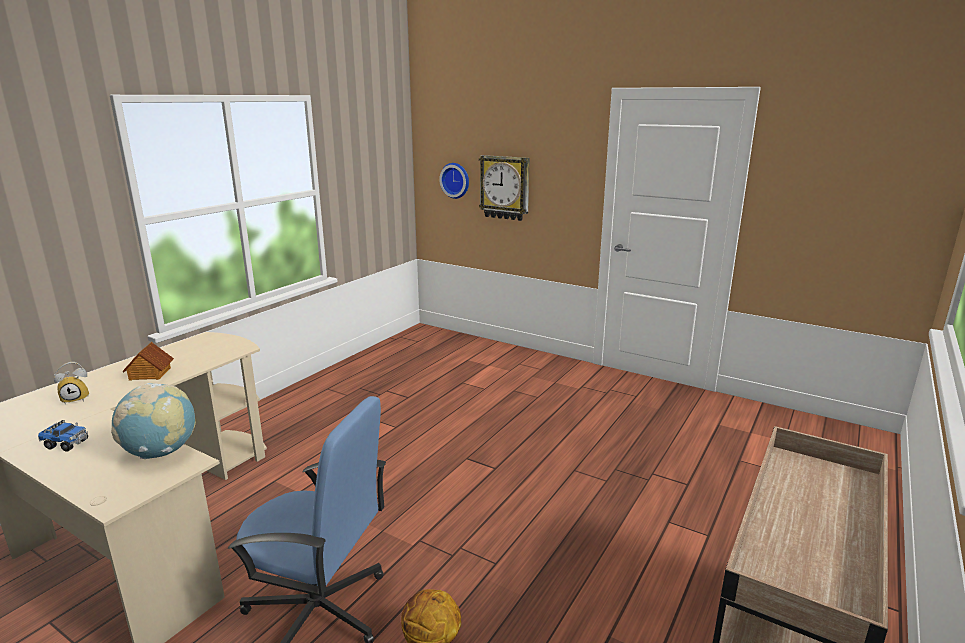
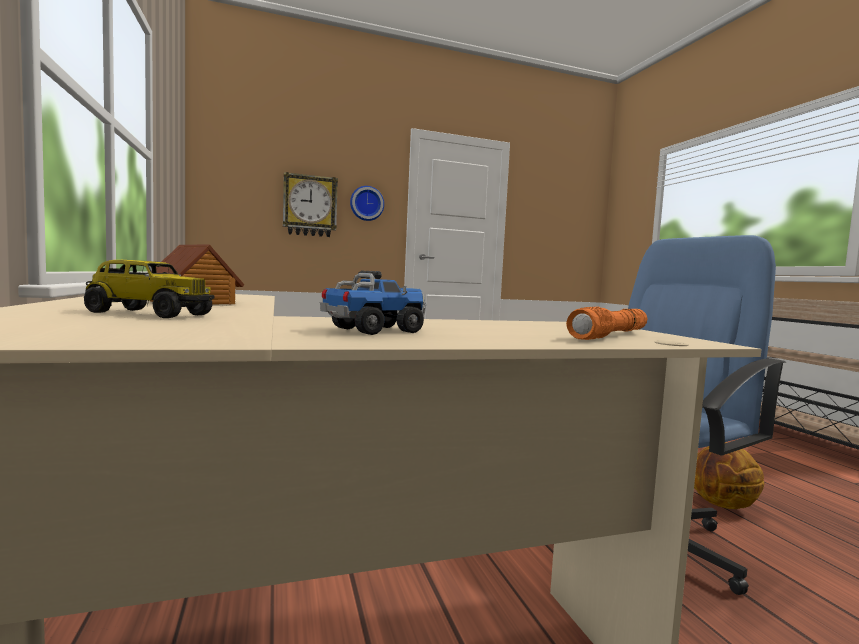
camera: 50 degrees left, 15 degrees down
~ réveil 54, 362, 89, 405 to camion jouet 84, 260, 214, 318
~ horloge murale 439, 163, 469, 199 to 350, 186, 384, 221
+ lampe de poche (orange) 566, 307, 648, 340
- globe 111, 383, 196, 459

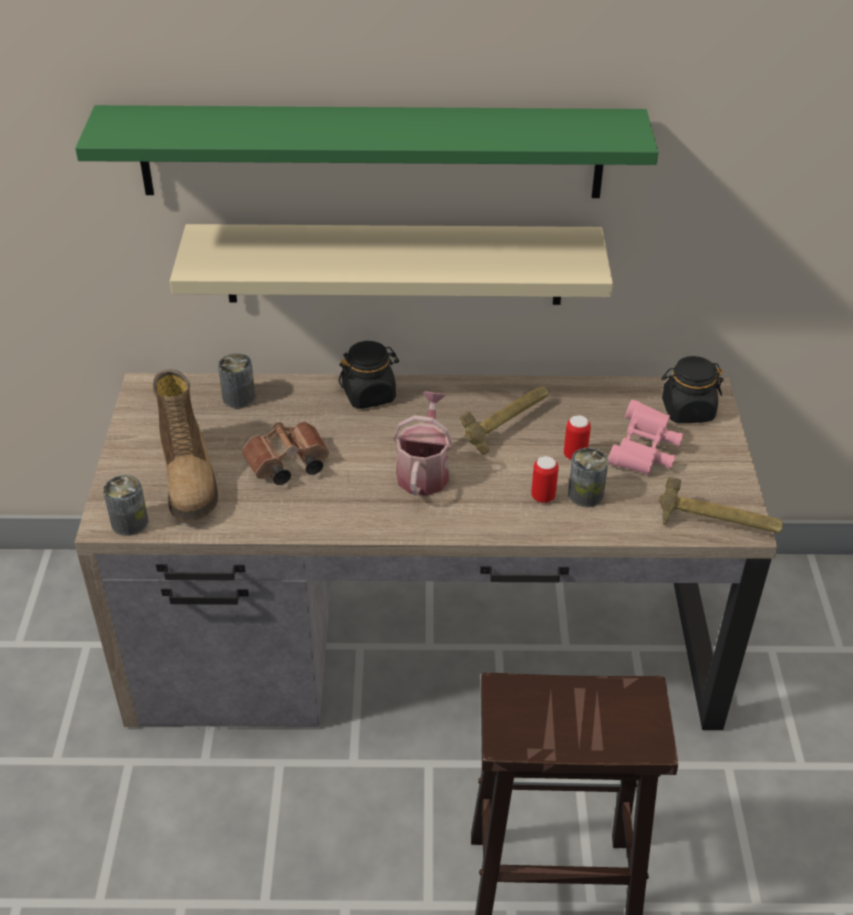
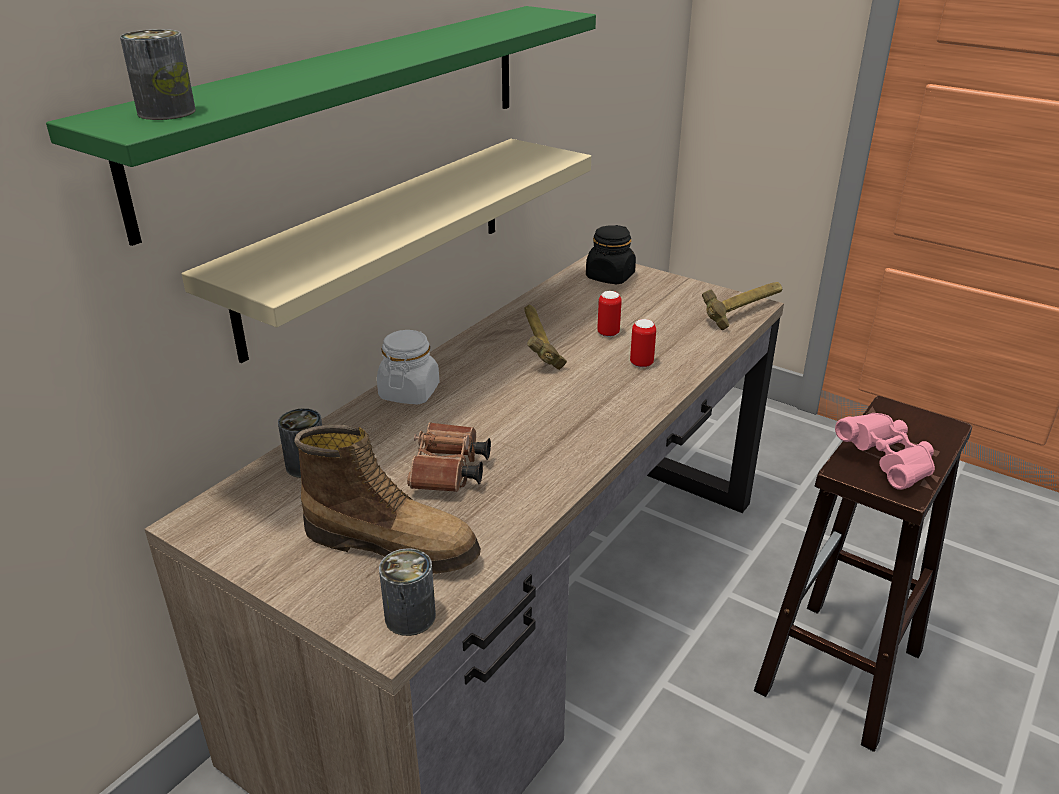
camera: 55 degrees left, 10 degrees down
~ boîte métallique 568, 447, 609, 507 to 120, 29, 196, 120
~ bocal (noir) 339, 341, 399, 409 to bocal (blanc) 377, 330, 440, 404
~ jumelles (rose) 608, 400, 684, 475 to 835, 413, 935, 490
- arrosoir 393, 392, 453, 496

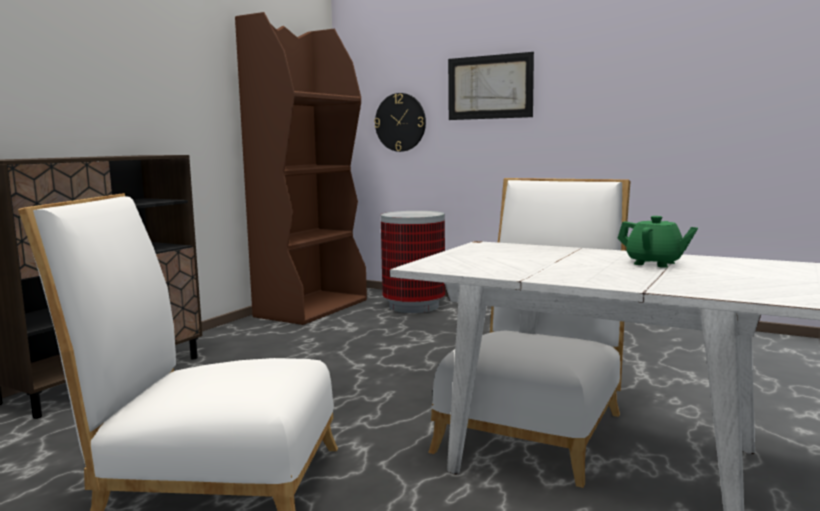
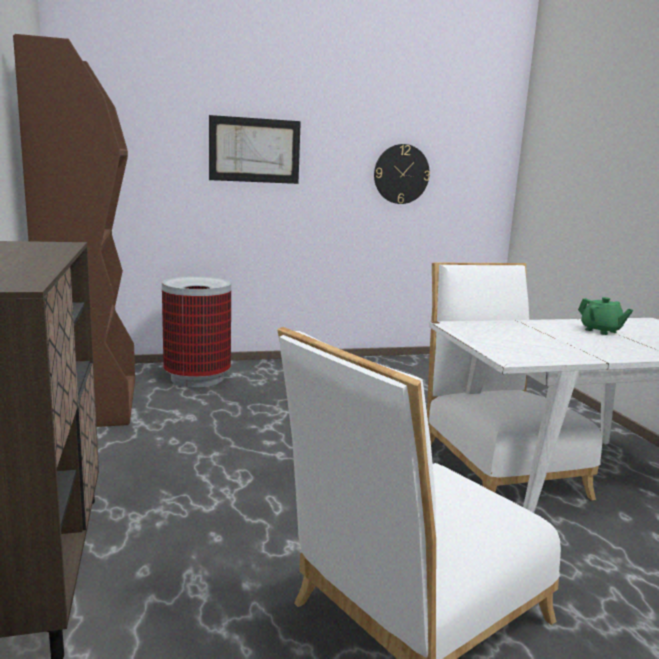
camera: 45 degrees left, 5 degrees up
~ horloge murale 374, 93, 426, 152 to 374, 144, 430, 204
~ théière (vert) 617, 216, 698, 268 = 578, 297, 633, 335 60 degrees clockwise

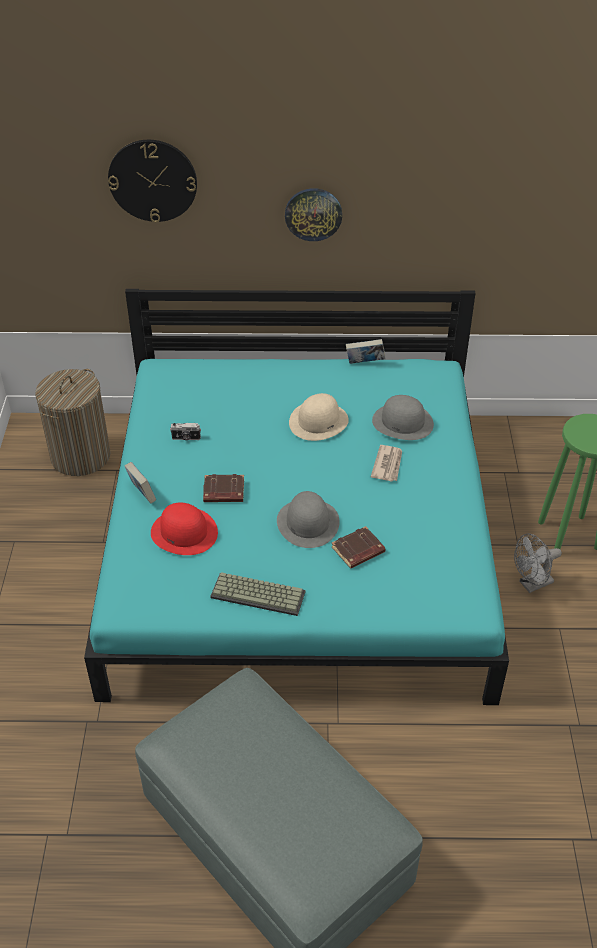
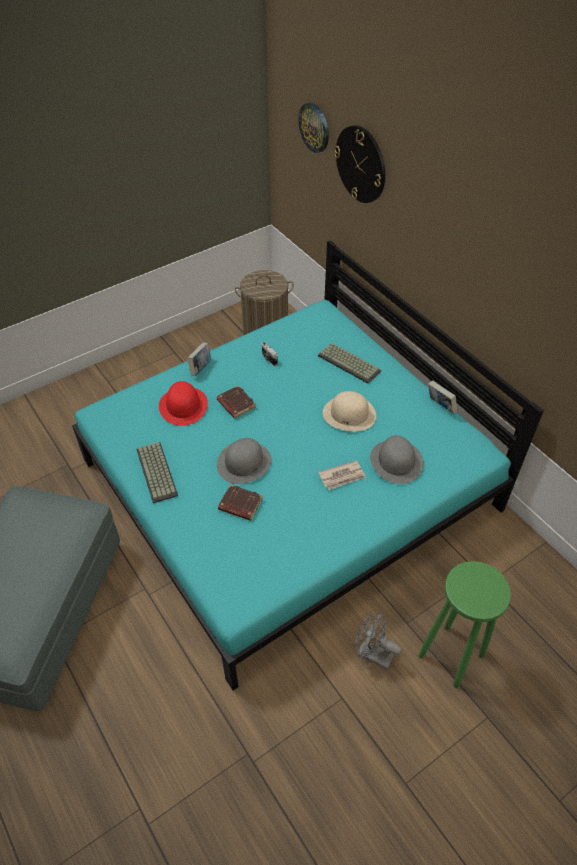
camera: 55 degrees right, 5 degrees up
~ horloge murale 285, 188, 342, 241 to 298, 102, 329, 153
+ clavier 318, 343, 381, 384

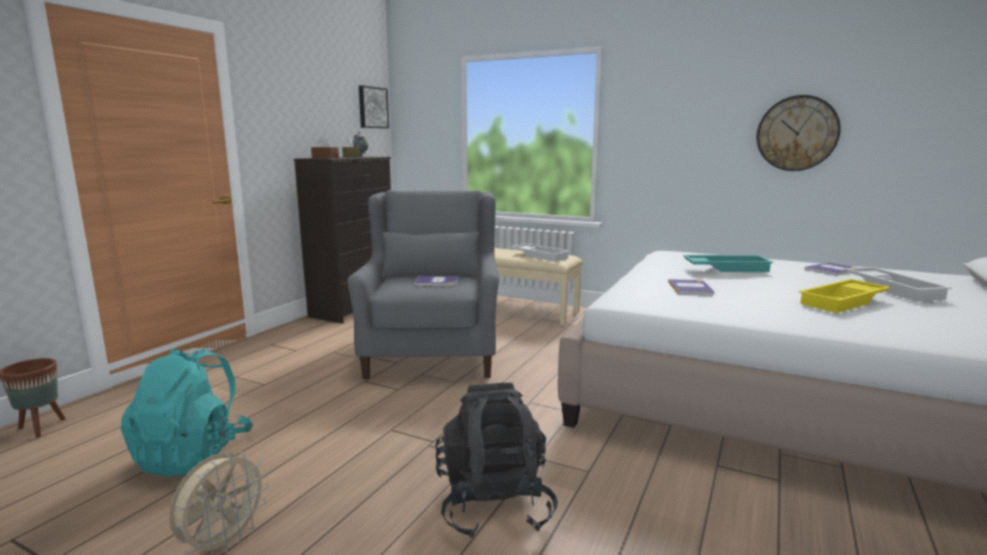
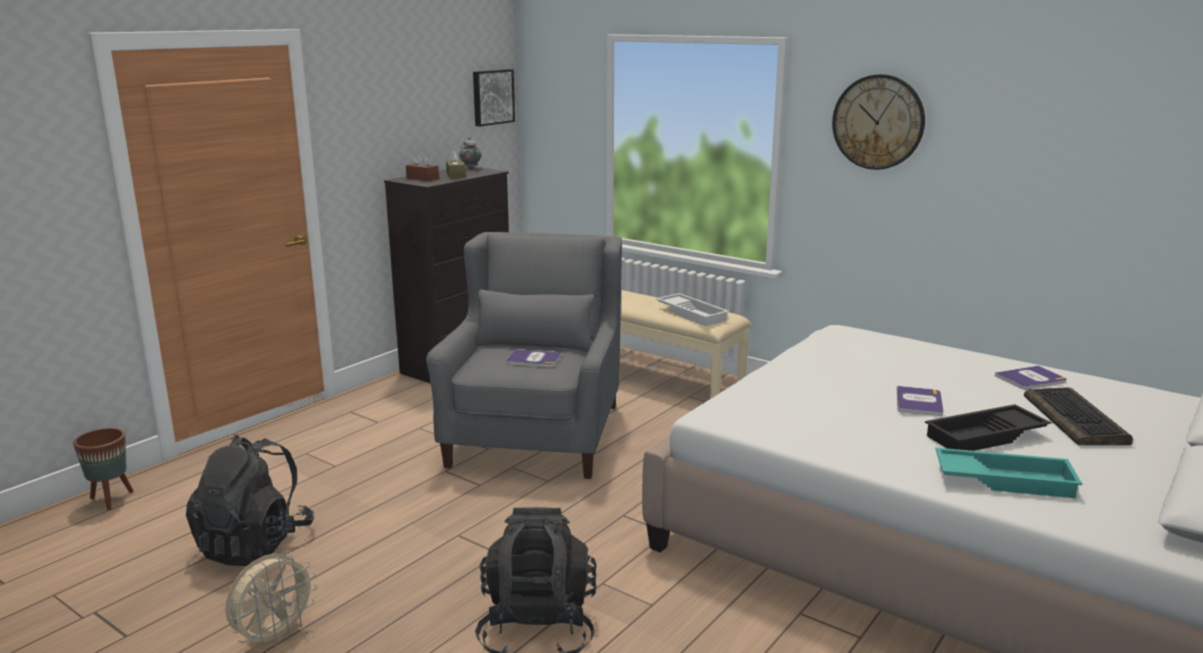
camera: 10 degrees right, 5 degrees up
~ sac à dos (turquoise) 121, 348, 253, 476 to sac à dos (noir) 186, 435, 314, 566
~ horloge murale 757, 95, 841, 171 to 832, 74, 925, 170
~ livre 668, 279, 714, 295 to 897, 386, 944, 416
~ plateau (jaune) 799, 279, 891, 313 to plateau (noir) 925, 404, 1051, 451
~ plateau (turquoise) 683, 255, 773, 272 to 936, 448, 1082, 498
~ plateau (blanc) 844, 267, 952, 302 to clavier 1024, 387, 1133, 445

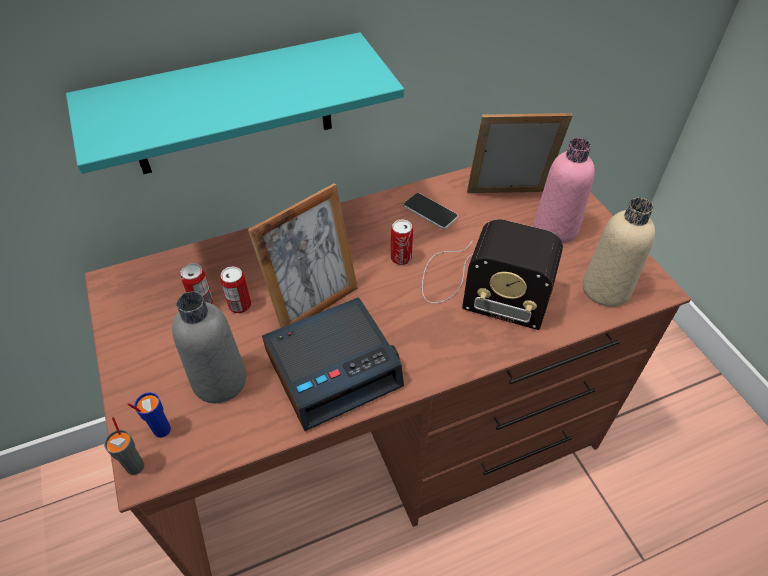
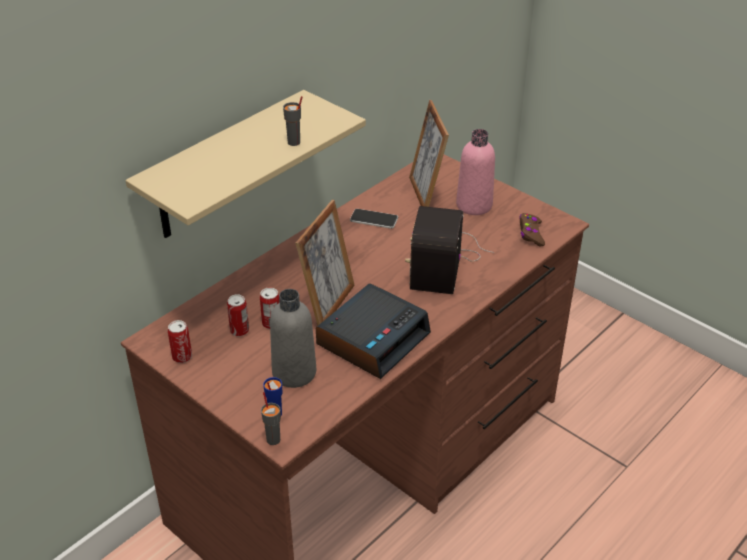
camera: 25 degrees left, 10 degrees down
~ étagère (turquoise) 66, 32, 404, 174 to étagère (beige) 125, 90, 366, 238
~ boîte métallique 391, 219, 413, 265 to 168, 320, 192, 363
+ tasse (gris) 283, 96, 302, 146
~ radio 422, 219, 563, 330 = 405, 206, 494, 294 105 degrees clockwise
~ cadre photo 467, 113, 572, 193 = 409, 100, 449, 207 75 degrees counterclockwise
~ bouteille (beige) 583, 198, 655, 307 to manette (marron) 519, 213, 545, 246

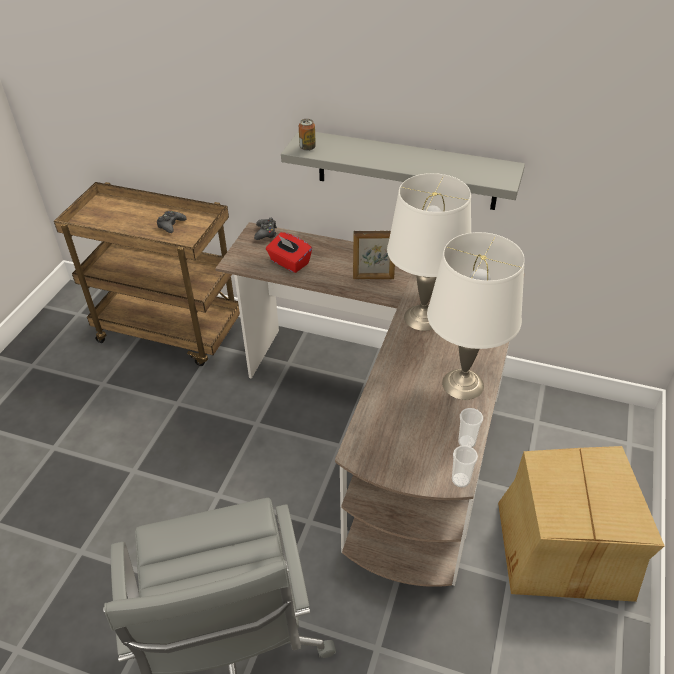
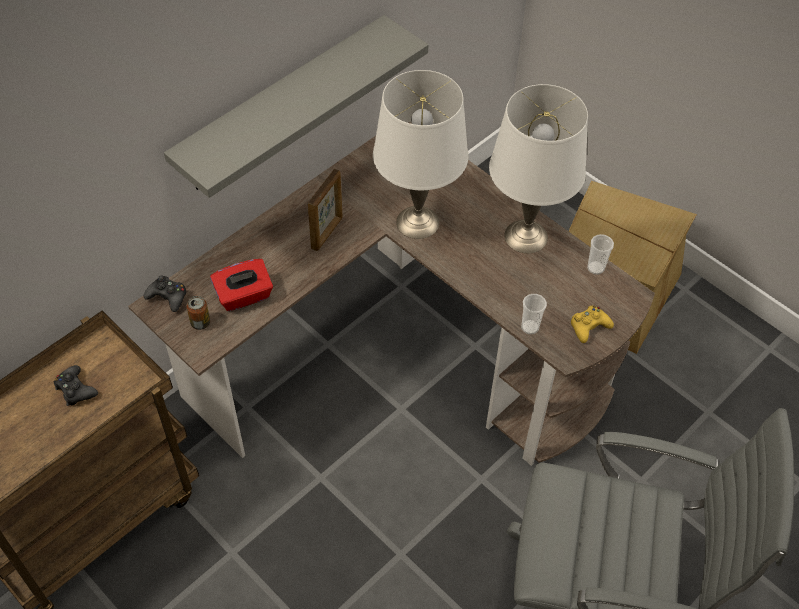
camera: 65 degrees left, 10 degrees up
~ boîte métallique 299, 119, 316, 151 to 187, 296, 210, 330
~ tasse 452, 445, 478, 487 to 521, 294, 547, 334
+ manette (jaune) 571, 306, 614, 343

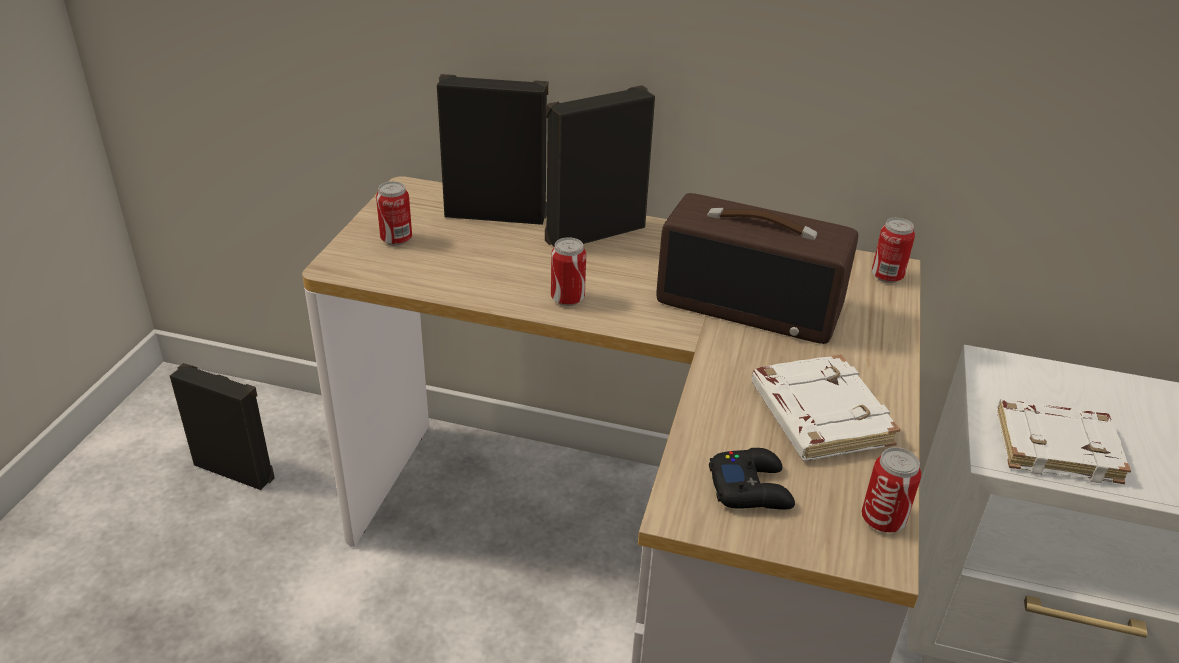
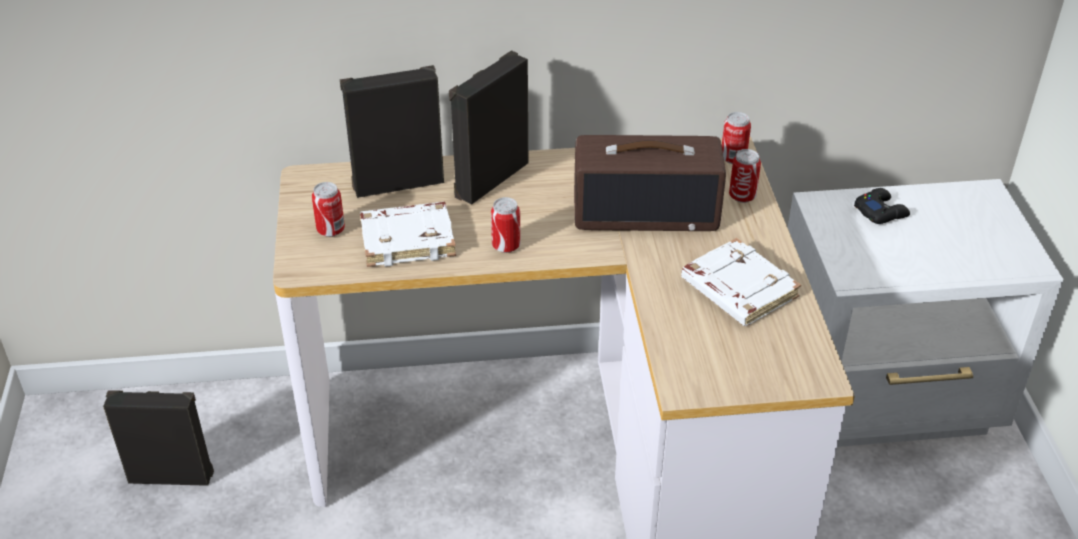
camera: 20 degrees left, 5 degrees up
~ livre (blanc) 997, 399, 1131, 484 to 360, 202, 456, 267
~ boîte métallique 862, 447, 921, 533 to 729, 149, 761, 203
~ manette (noir) 709, 448, 795, 510 to 854, 188, 910, 224

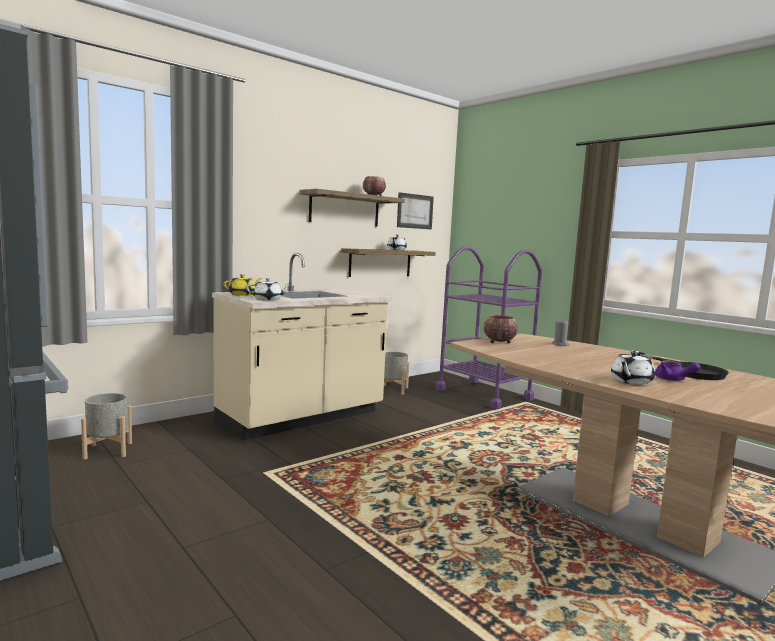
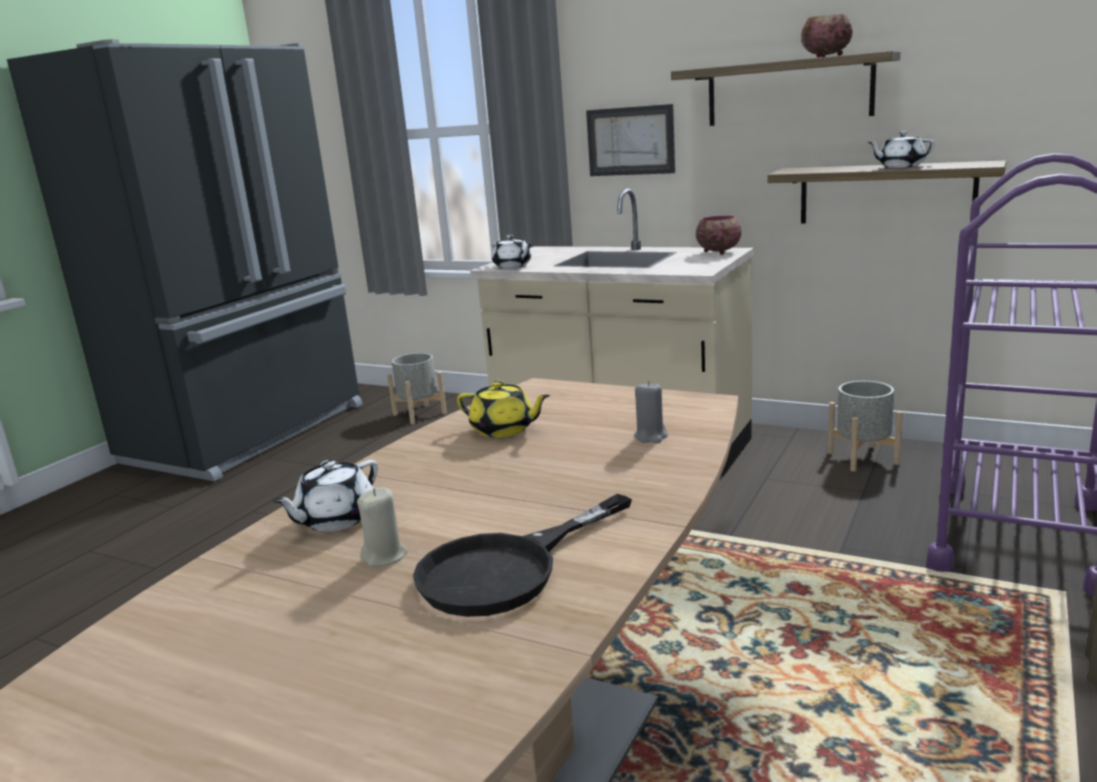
camera: 70 degrees right, 10 degrees up
~ théière (blanc) 611, 350, 655, 385 = 273, 460, 378, 531 75 degrees counterclockwise
~ théière (violet) 655, 360, 700, 381 to bougie (beige) 357, 487, 408, 567
~ théière (jaune) 224, 274, 262, 296 to 457, 381, 550, 437
~ tableau 397, 192, 434, 229 to 586, 104, 675, 176
~ bol 484, 315, 518, 343 to 696, 215, 741, 254

